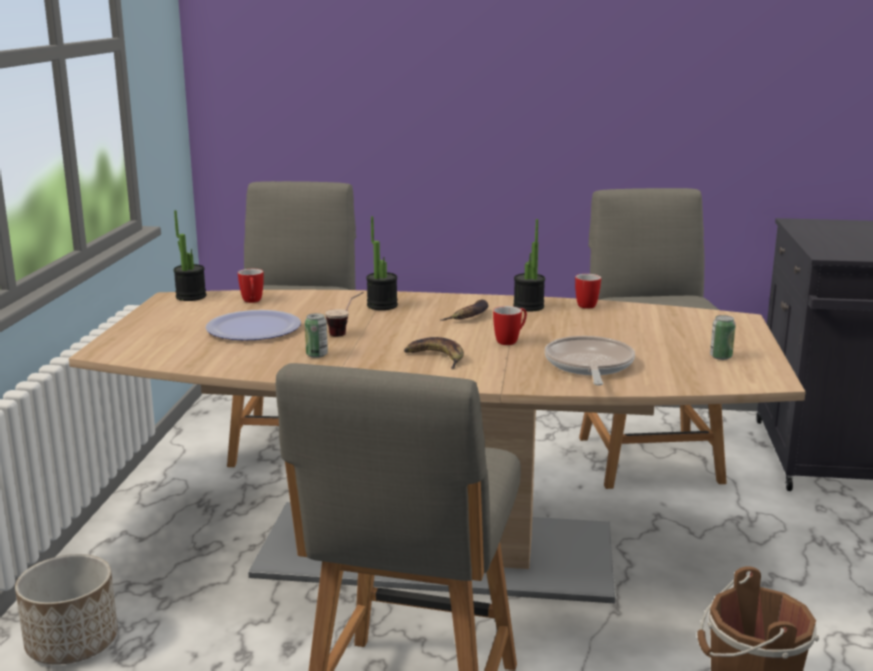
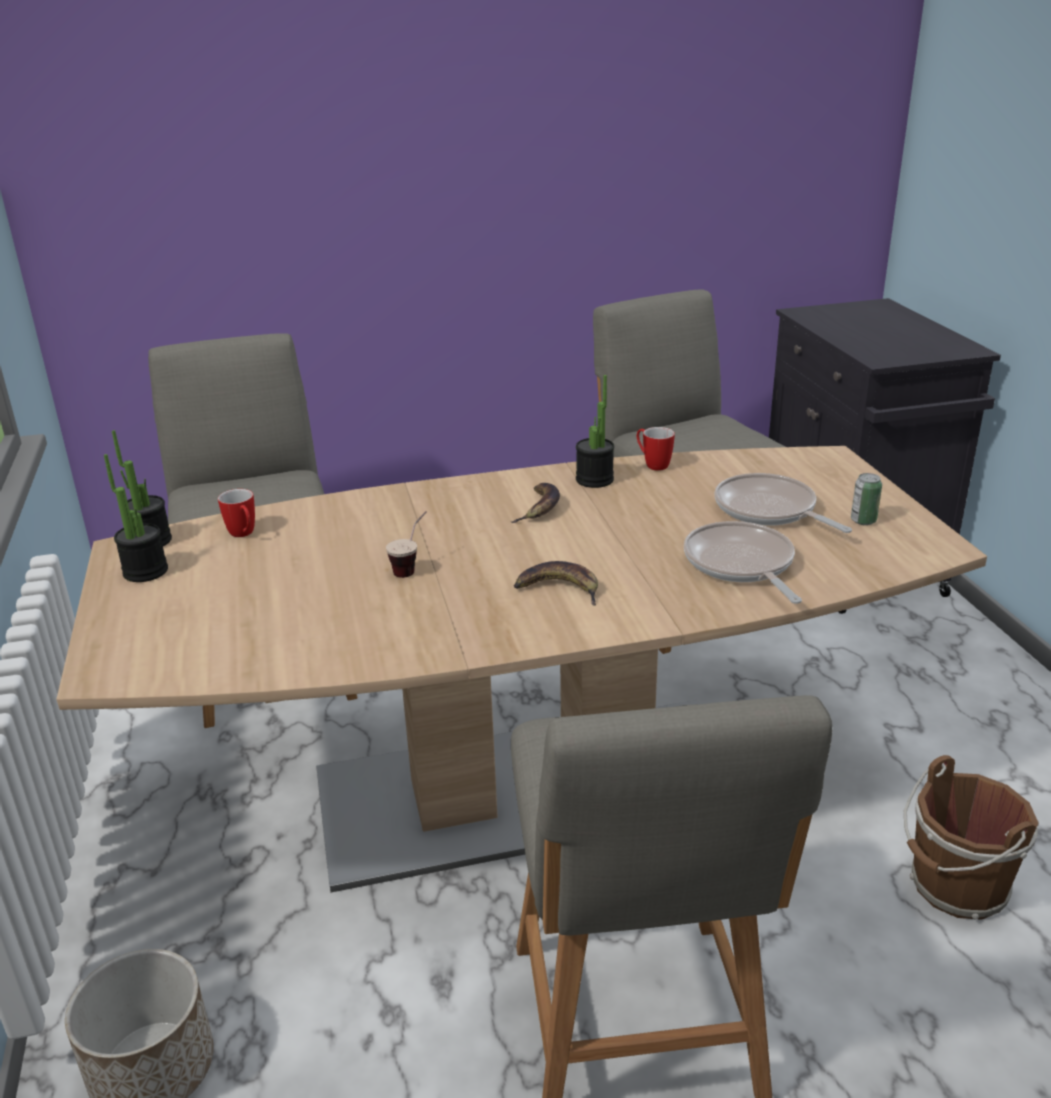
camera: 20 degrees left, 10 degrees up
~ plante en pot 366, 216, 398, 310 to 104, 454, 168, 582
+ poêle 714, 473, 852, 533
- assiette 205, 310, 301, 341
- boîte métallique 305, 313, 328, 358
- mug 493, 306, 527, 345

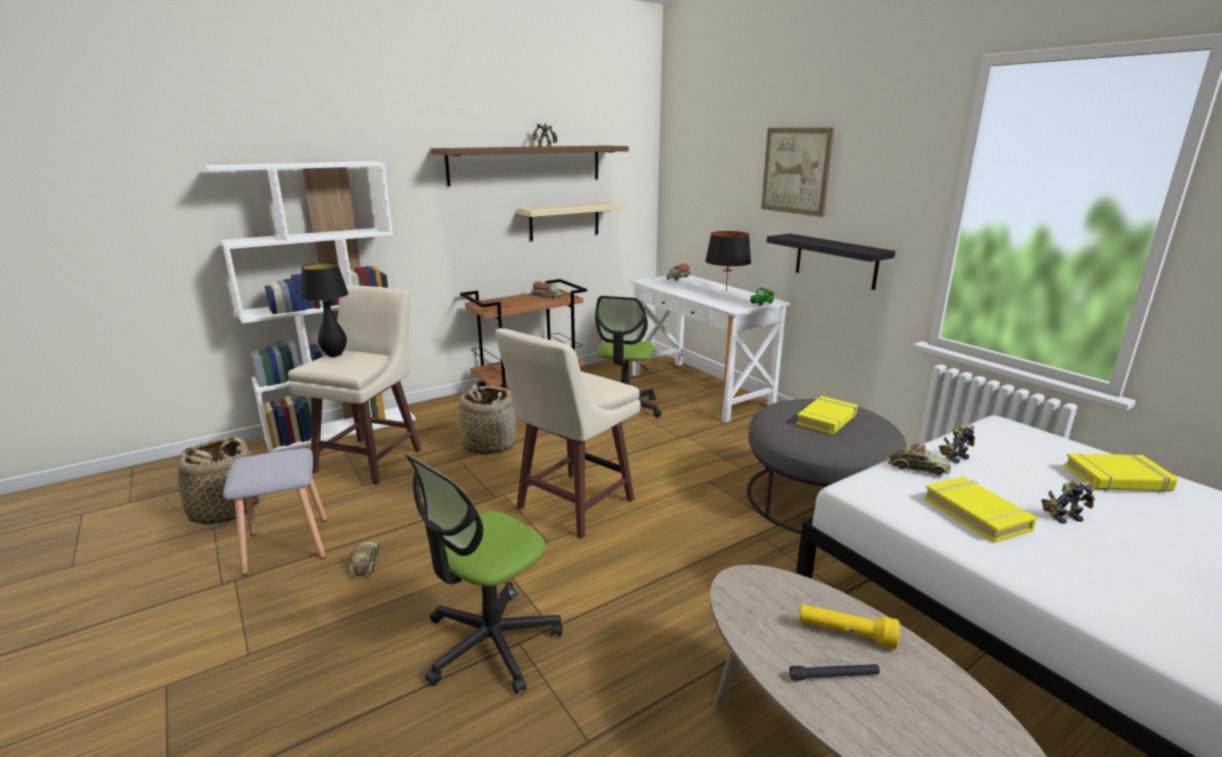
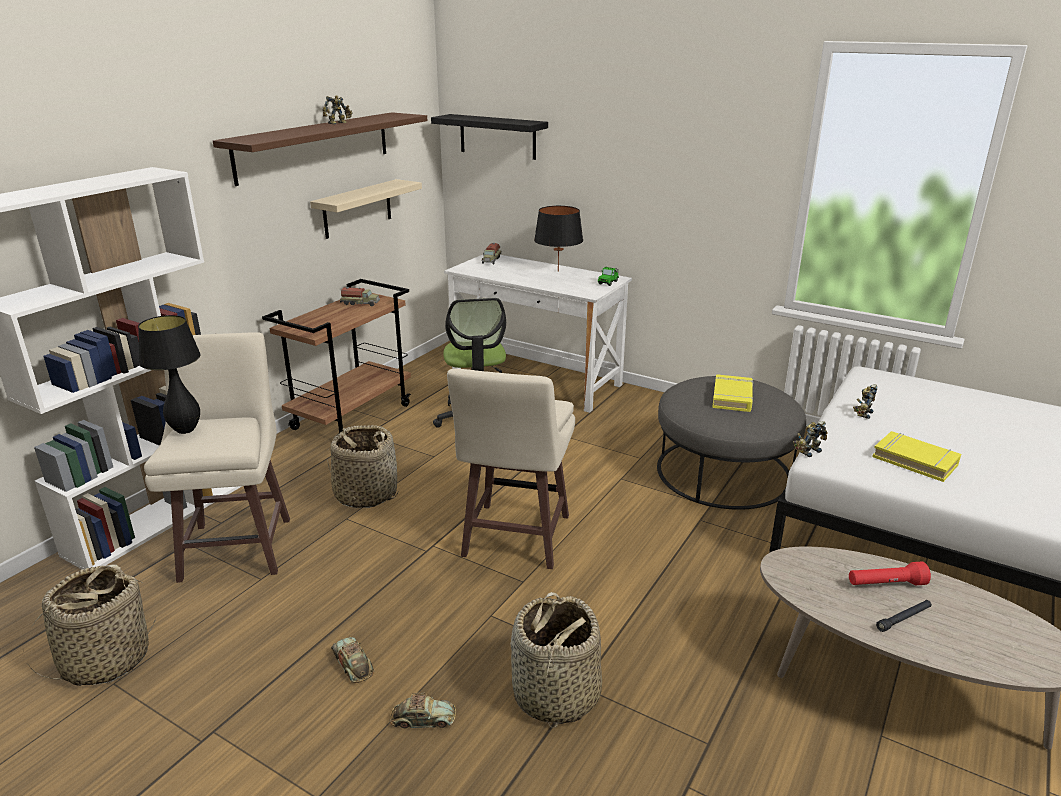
camera: 25 degrees left, 5 degrees up
~ petite voiture 887, 442, 951, 475 to 390, 693, 456, 729
~ étagère (noir) 767, 234, 895, 290 to 431, 114, 548, 160
~ chaise de bureau 405, 453, 563, 694 to panier 510, 592, 602, 728
~ robot jouet 1041, 481, 1095, 524 to 793, 421, 828, 457
~ lampe de poche (jaune) 799, 604, 900, 649 to lampe de poche (rouge) 849, 561, 931, 585
- tabouret (gris) 223, 448, 327, 576
- tableau 761, 128, 835, 217
- livre (jaune) 1064, 454, 1178, 492

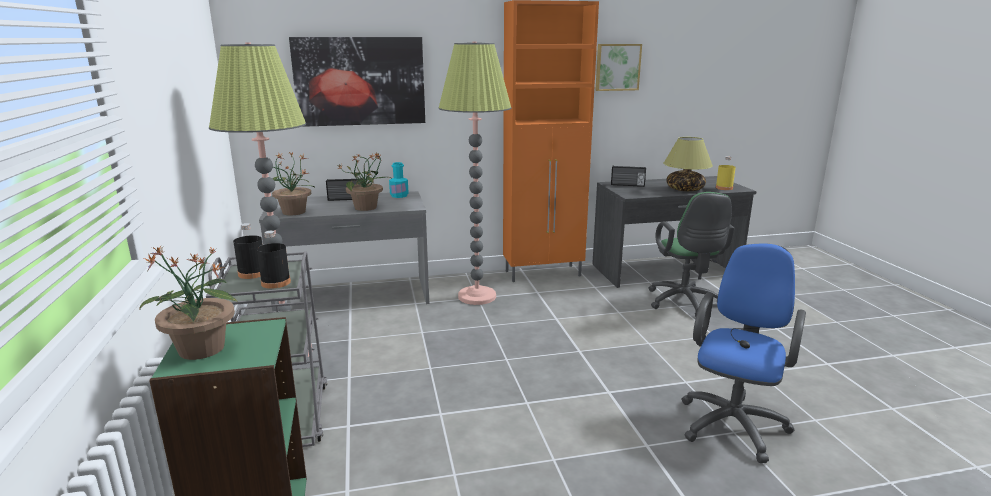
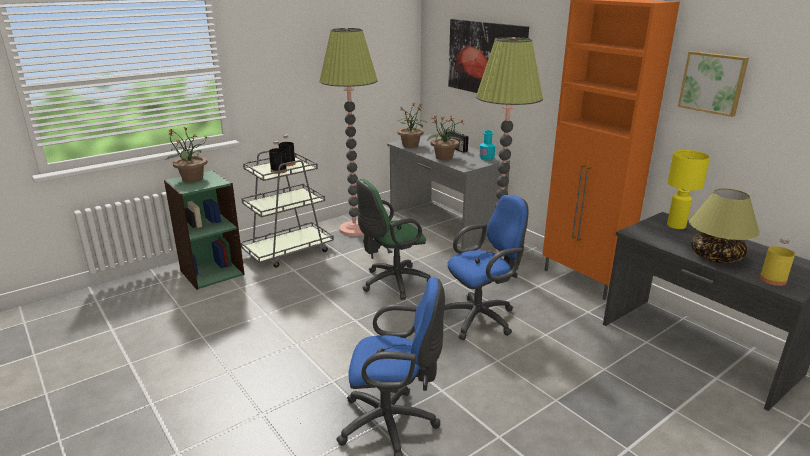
camera: 65 degrees right, 5 degrees up
~ chaise de bureau (vert) 649, 192, 734, 317 to 356, 179, 431, 300
+ chaise de bureau (bleu) 444, 195, 528, 340
~ radio 611, 166, 646, 187 to lampe de table (jaune) 667, 150, 710, 229

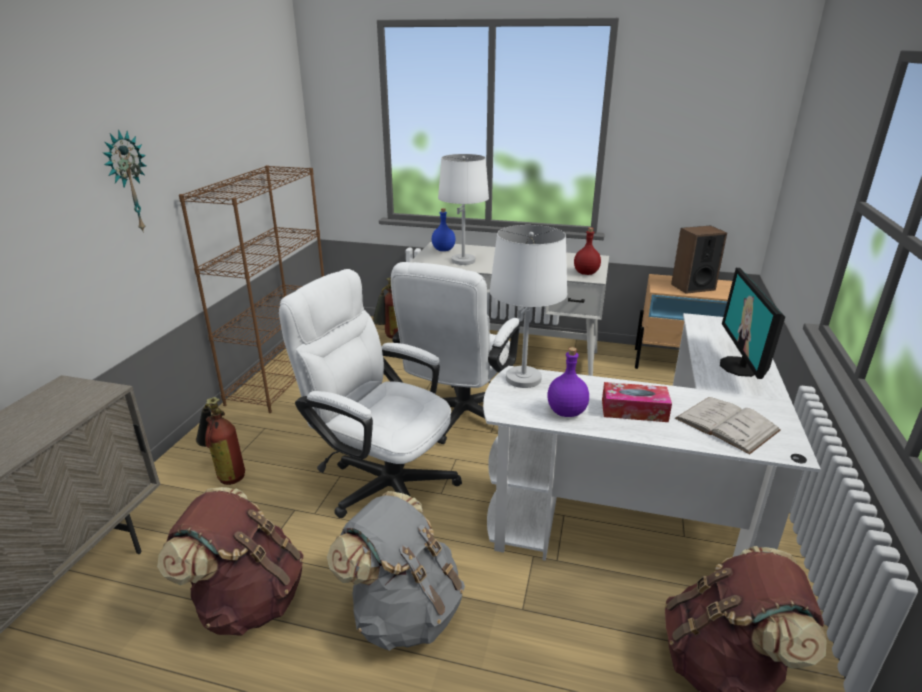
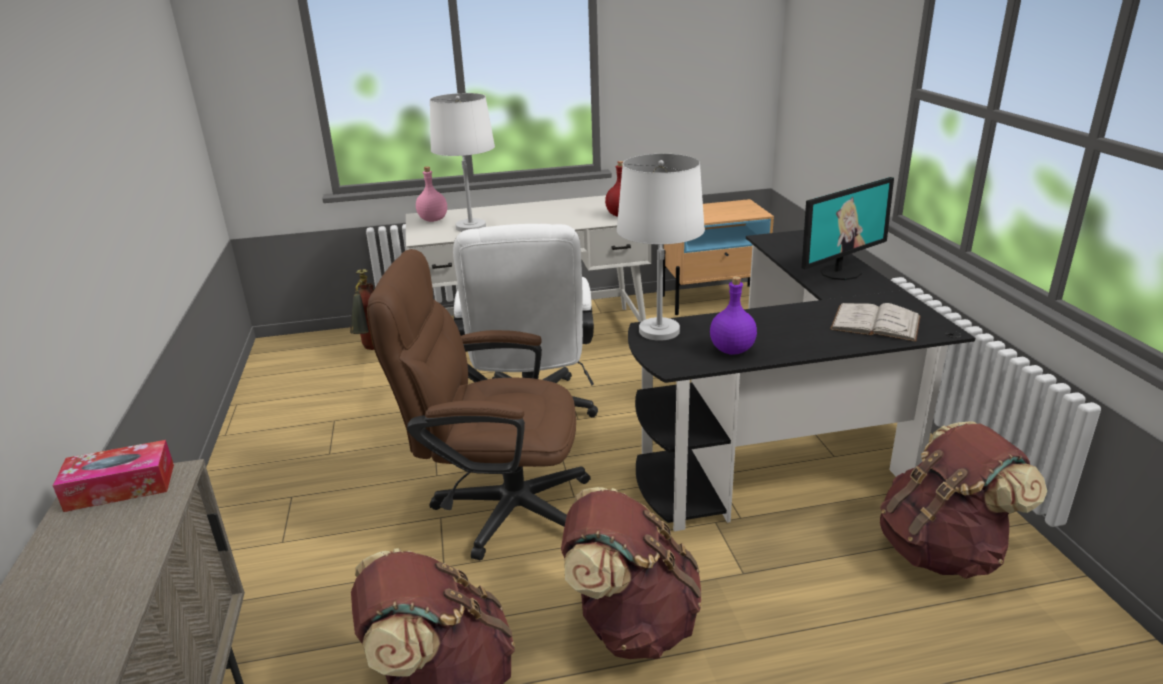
camera: 25 degrees left, 0 degrees up
~ boîte à mouchoirs 602, 382, 672, 422 to 53, 440, 174, 512
~ chaise de bureau (blanc) 279, 269, 462, 518 to chaise de bureau (marron) 367, 249, 591, 560
~ bouteille (bleu) 432, 208, 456, 251 to bouteille (rose) 416, 167, 447, 222
~ sac à dos (gris) 327, 491, 465, 651 to sac à dos (marron) 561, 487, 702, 659
~ bureau (blanc) 483, 313, 821, 561 to bureau (noir) 628, 230, 975, 531
~ écran d'ordinateur 720, 268, 785, 379 = 802, 177, 894, 280 105 degrees counterclockwise
- horloge murale 102, 129, 146, 233
- bibliothèque (marron) 179, 165, 324, 413
- extincteur 196, 397, 245, 485
- enceinte 671, 225, 727, 294

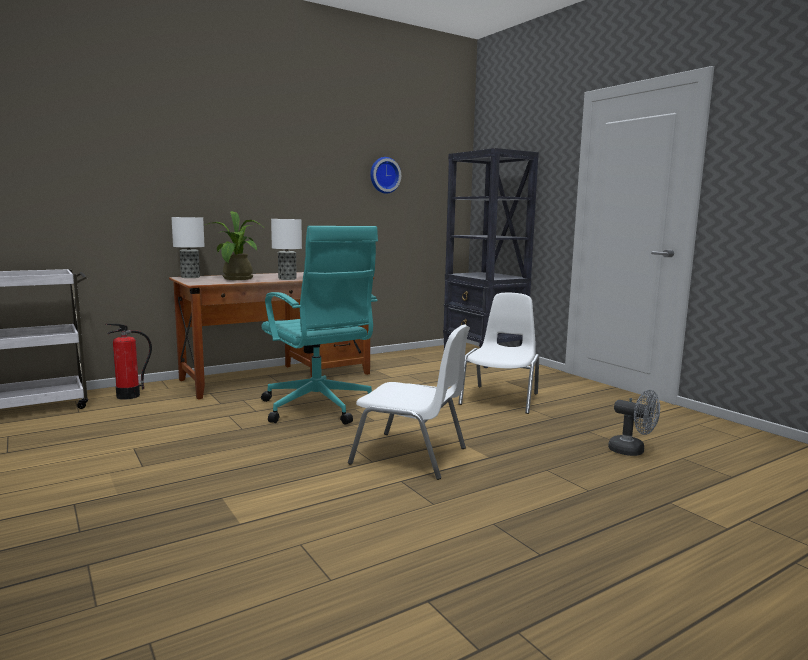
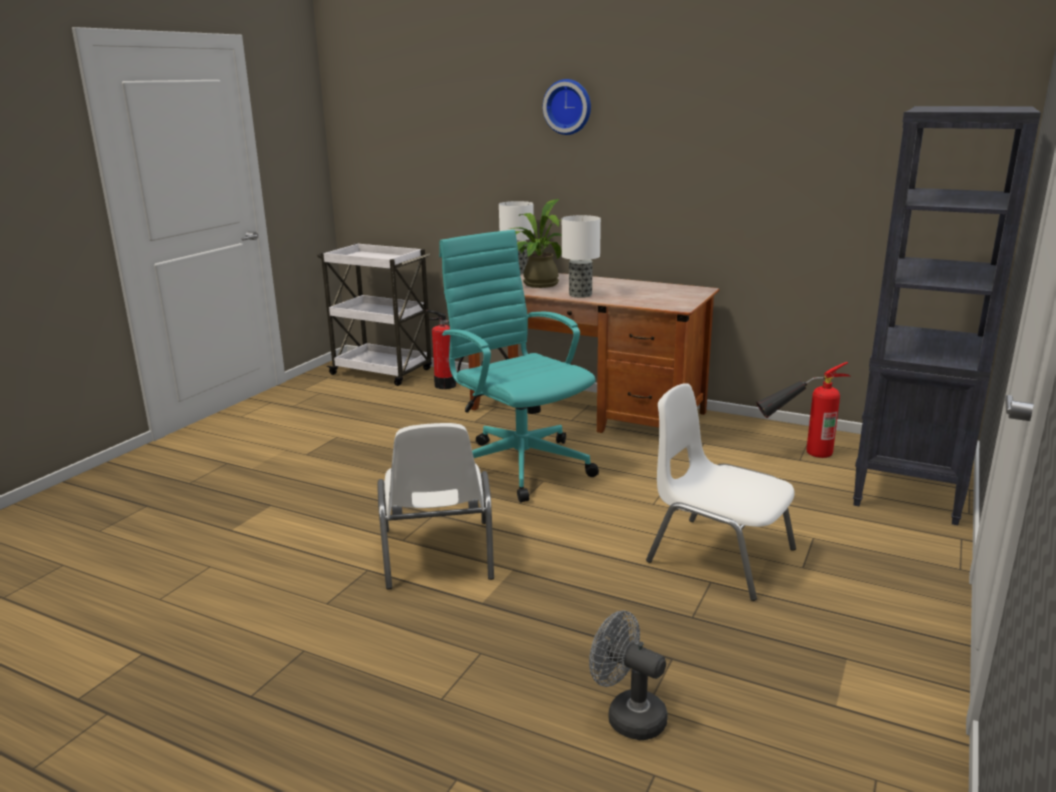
camera: 60 degrees right, 10 degrees up
~ chaise de bureau (turquoise) 261, 226, 378, 425 = 439, 230, 599, 502 120 degrees clockwise
~ horloge murale 370, 157, 401, 194 to 543, 79, 591, 135
~ ventilateur (gris) 608, 390, 660, 456 = 589, 610, 668, 740 120 degrees clockwise
~ chaise (blanc) 458, 293, 539, 414 = 646, 383, 796, 601 135 degrees counterclockwise
+ extincteur 756, 362, 851, 458

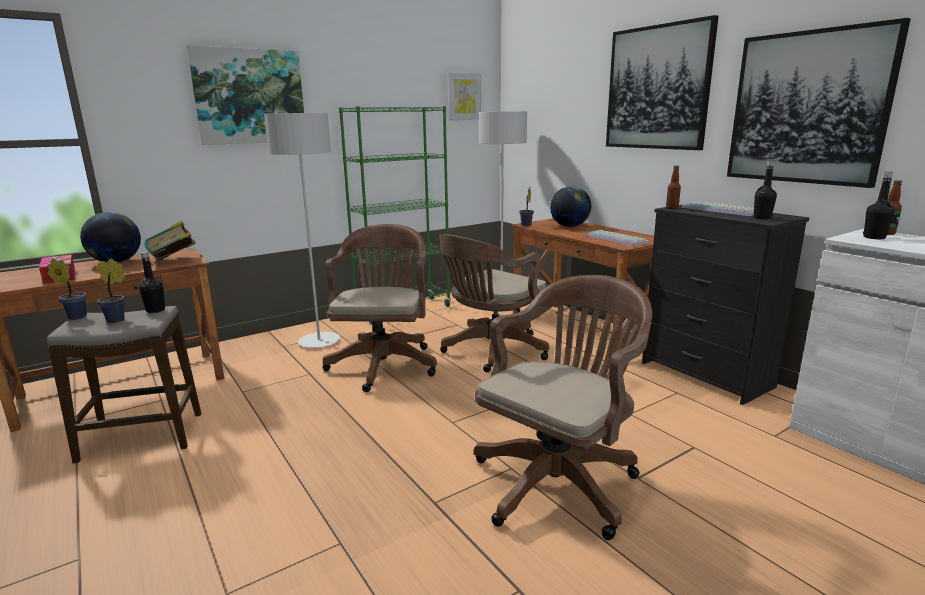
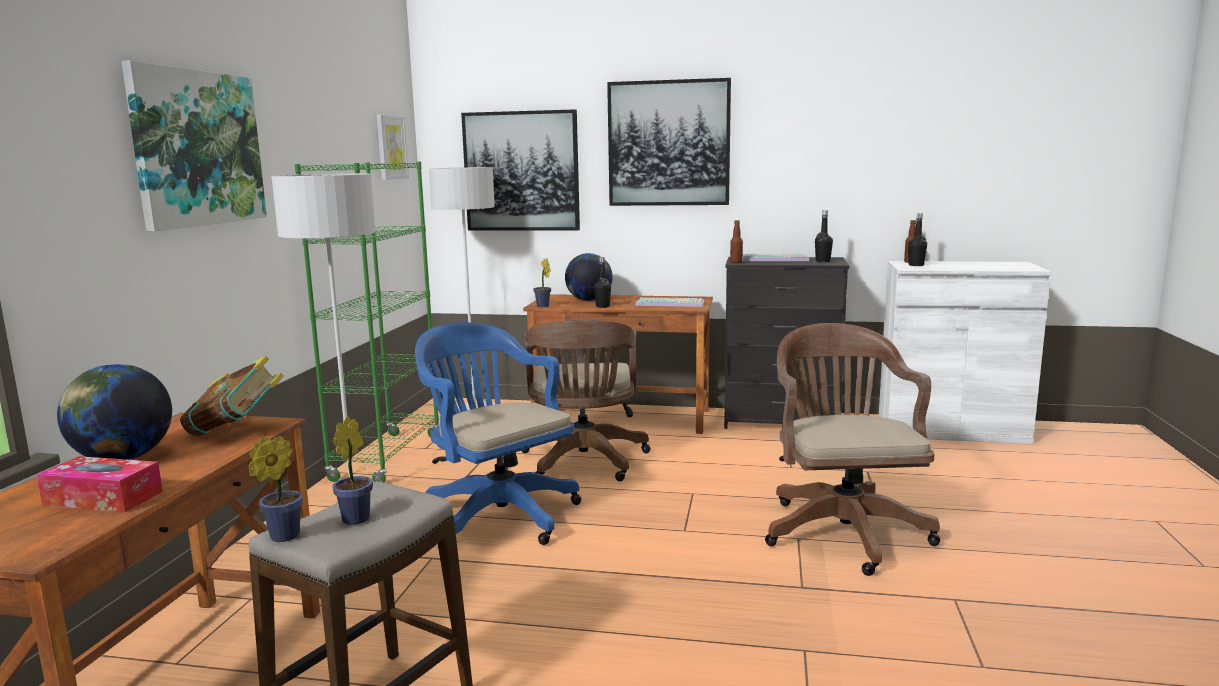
camera: 45 degrees left, 5 degrees down
~ chaise de bureau (marron) 323, 224, 437, 392 to chaise de bureau (bleu) 415, 322, 582, 545
~ tableau 727, 18, 911, 188 to 461, 109, 580, 231
~ bouteille (noir) 139, 251, 165, 313 to 594, 257, 611, 308

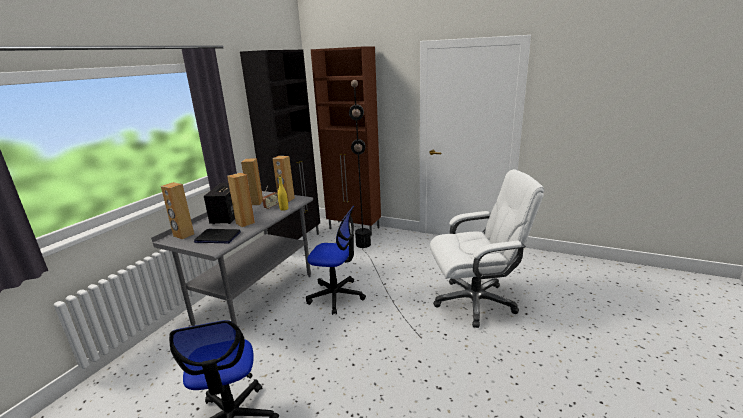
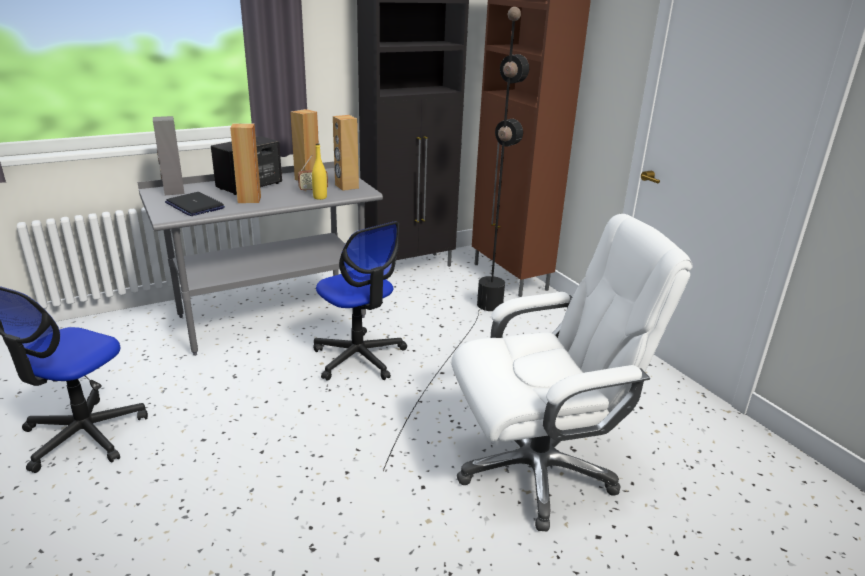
camera: 35 degrees right, 5 degrees up
~ enceinte (marron) 161, 182, 194, 239 to enceinte (gris) 153, 116, 185, 195
~ chaise de bureau (blanc) 430, 169, 544, 328 = 451, 214, 693, 531 45 degrees counterclockwise

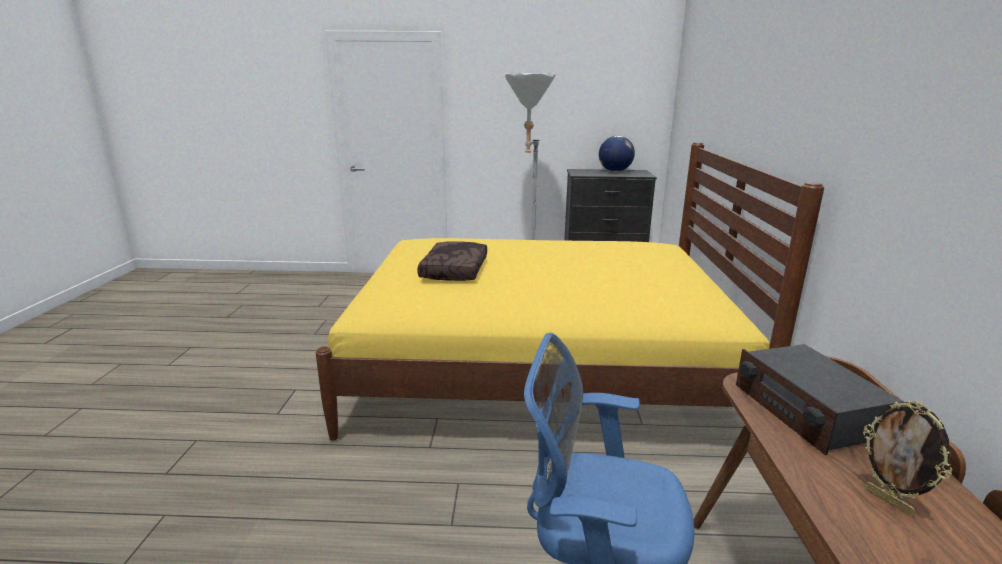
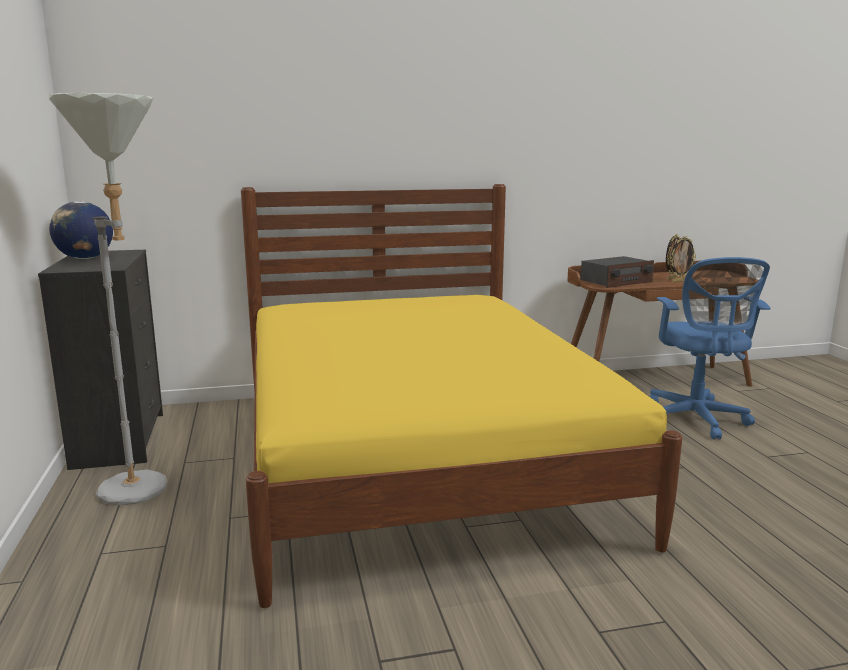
camera: 105 degrees left, 5 degrees down
+ cadre photo 670, 236, 696, 282
- coussin (marron) 417, 241, 487, 281

